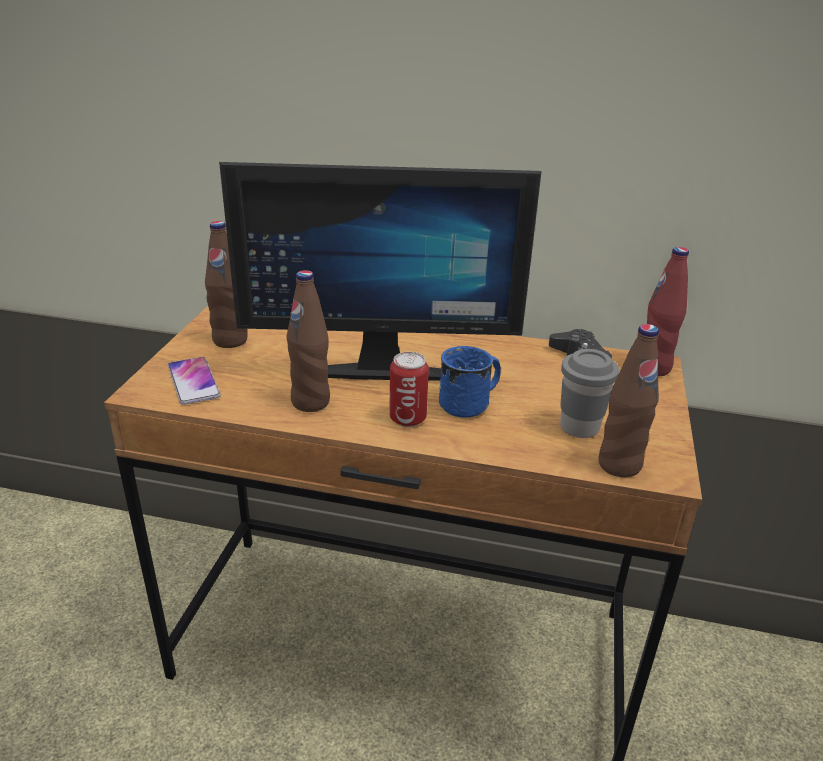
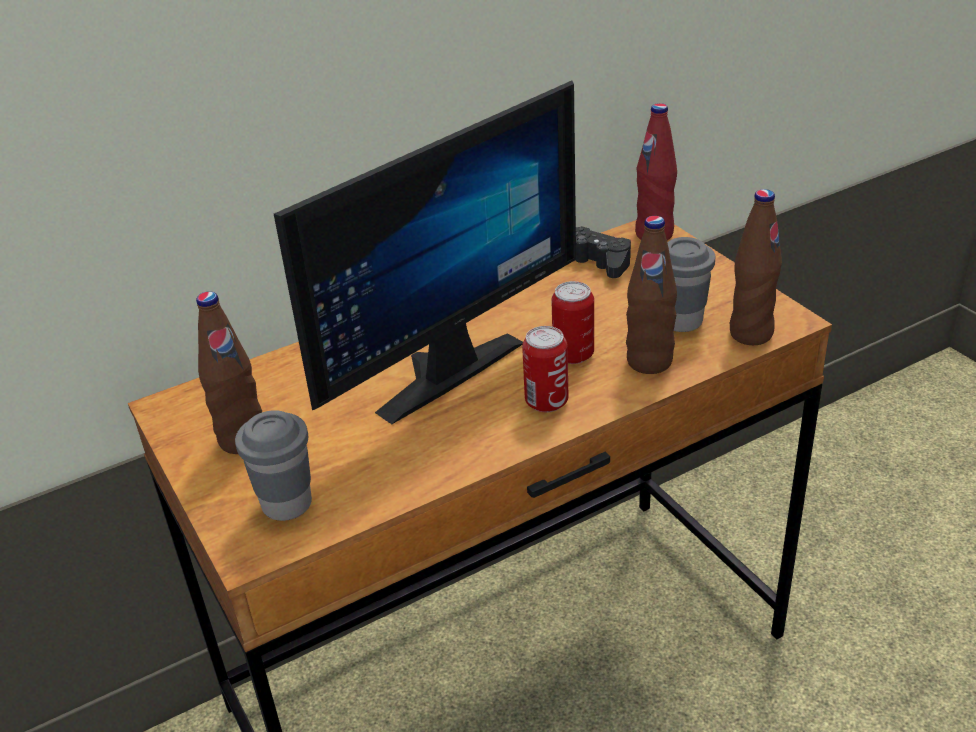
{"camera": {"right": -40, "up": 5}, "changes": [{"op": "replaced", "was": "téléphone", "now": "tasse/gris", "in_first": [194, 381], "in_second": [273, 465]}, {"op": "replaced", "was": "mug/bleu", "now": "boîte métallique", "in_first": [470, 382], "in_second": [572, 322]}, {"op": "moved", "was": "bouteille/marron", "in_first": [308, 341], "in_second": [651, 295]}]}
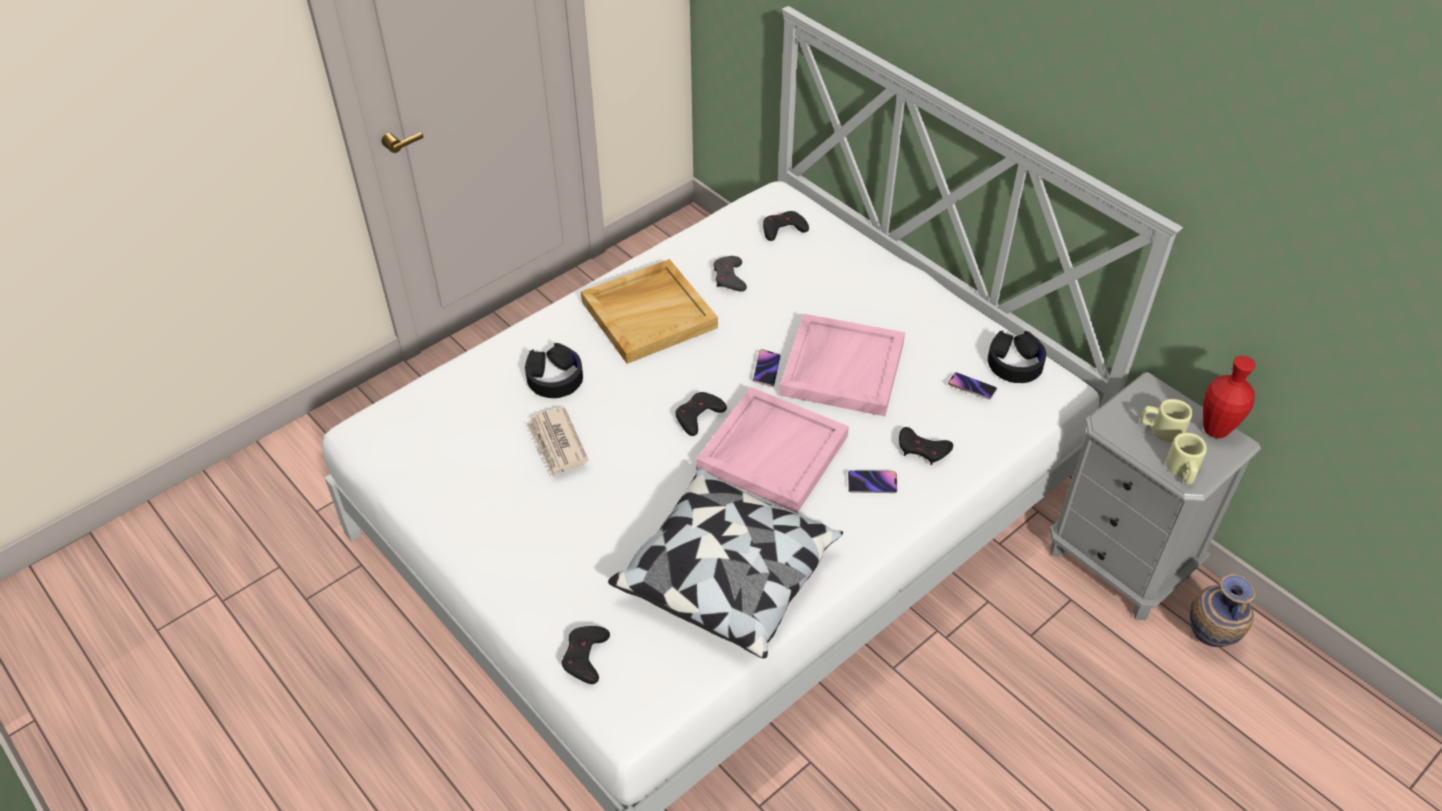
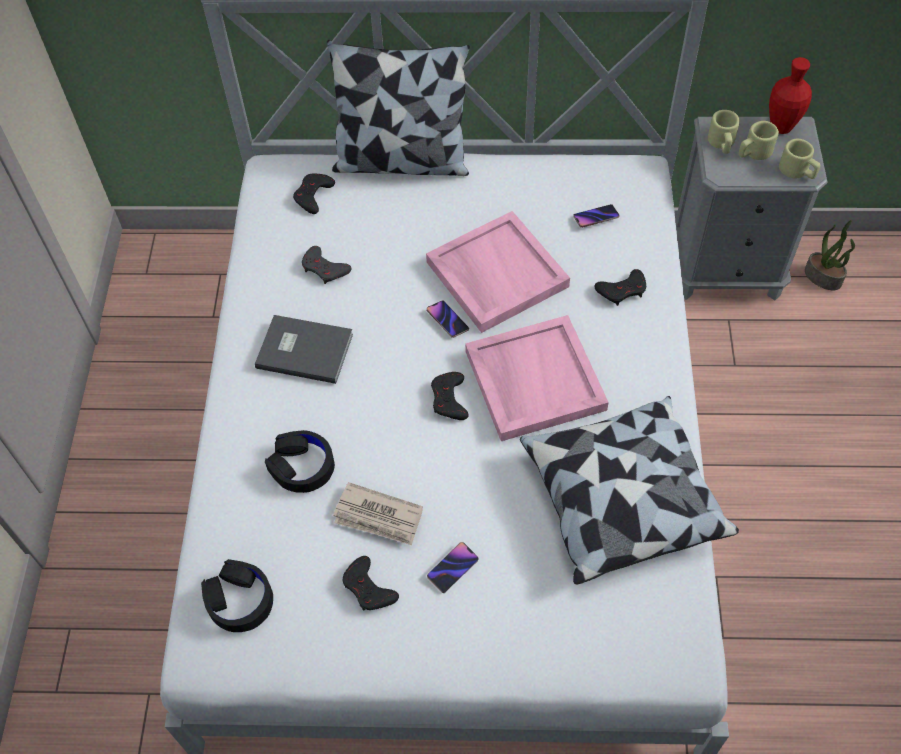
{"camera": {"right": -45, "up": 10}, "changes": [{"op": "moved", "was": "casque audio/noir", "in_first": [1017, 356], "in_second": [237, 595]}, {"op": "replaced", "was": "plateau/beige", "now": "livre/gris", "in_first": [649, 311], "in_second": [304, 349]}, {"op": "added", "now": "coussin", "in_second": [398, 108]}, {"op": "moved", "was": "manette/noir", "in_first": [586, 655], "in_second": [370, 583]}, {"op": "moved", "was": "téléphone", "in_first": [872, 481], "in_second": [453, 567]}, {"op": "added", "now": "mug/beige", "in_second": [724, 132]}, {"op": "replaced", "was": "vase", "now": "plante en pot", "in_first": [1223, 610], "in_second": [830, 255]}]}
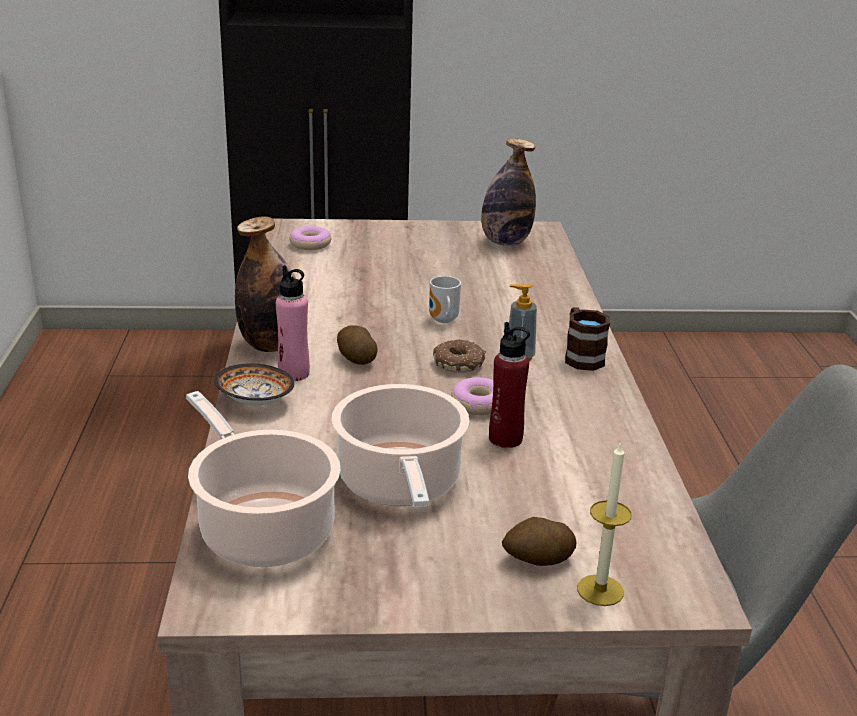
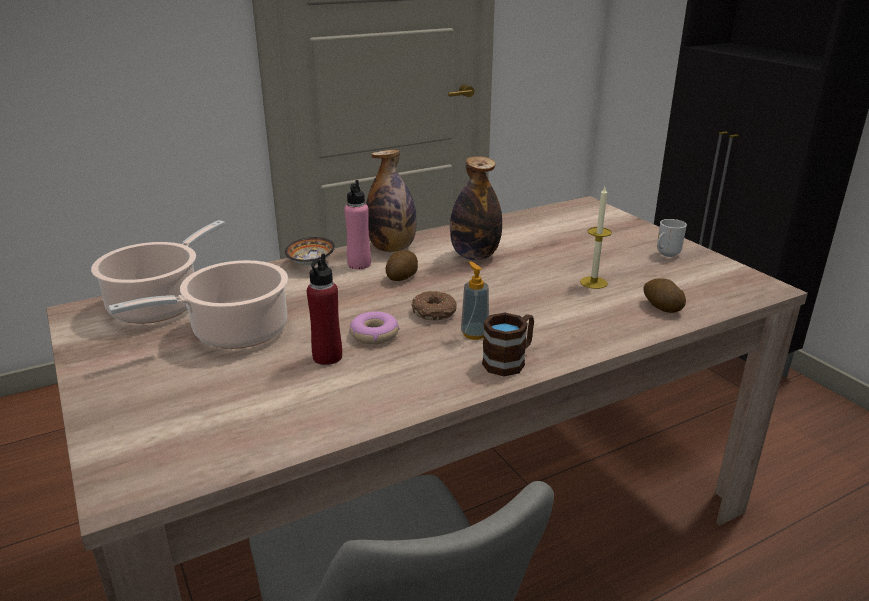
{"camera": {"right": 65, "up": 0}, "changes": [{"op": "moved", "was": "bouteille", "in_first": [508, 192], "in_second": [476, 208]}, {"op": "moved", "was": "bougie", "in_first": [604, 523], "in_second": [596, 238]}, {"op": "moved", "was": "pomme de terre", "in_first": [539, 541], "in_second": [665, 296]}, {"op": "moved", "was": "mug", "in_first": [445, 299], "in_second": [672, 238]}, {"op": "removed", "was": "beignet", "in_first": [310, 238]}]}
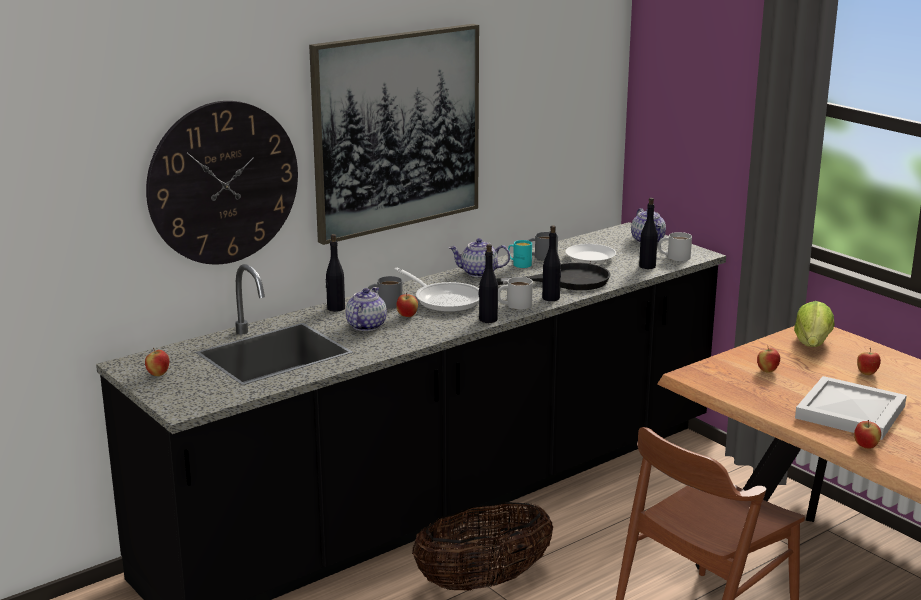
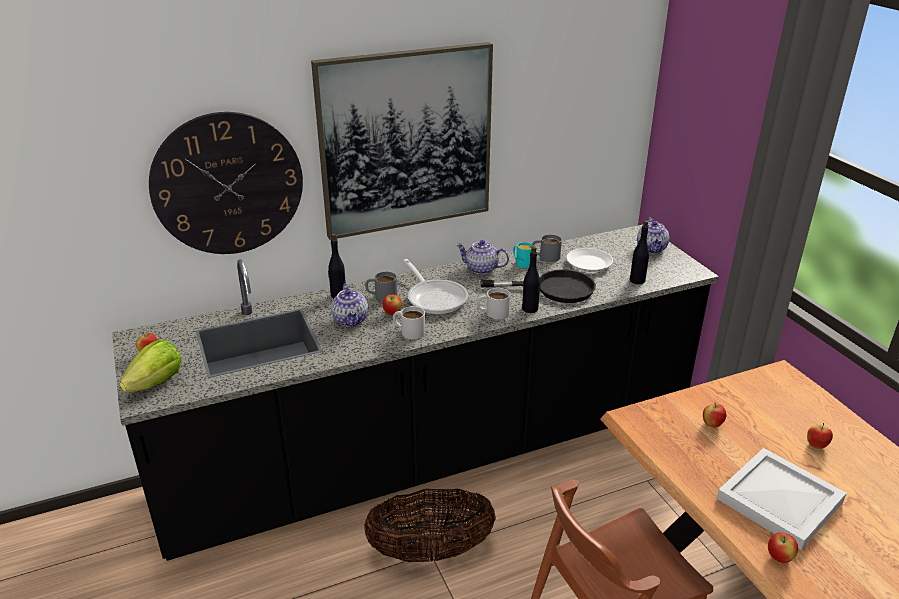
{"camera": {"right": 15, "up": 10}, "changes": [{"op": "moved", "was": "laitue", "in_first": [814, 324], "in_second": [150, 366]}, {"op": "turned", "was": "théière", "in_first": [366, 309], "in_second": [349, 305], "clockwise": 135}, {"op": "moved", "was": "mug/blanc", "in_first": [675, 246], "in_second": [409, 322]}, {"op": "removed", "was": "bouteille/noir", "in_first": [488, 283]}]}
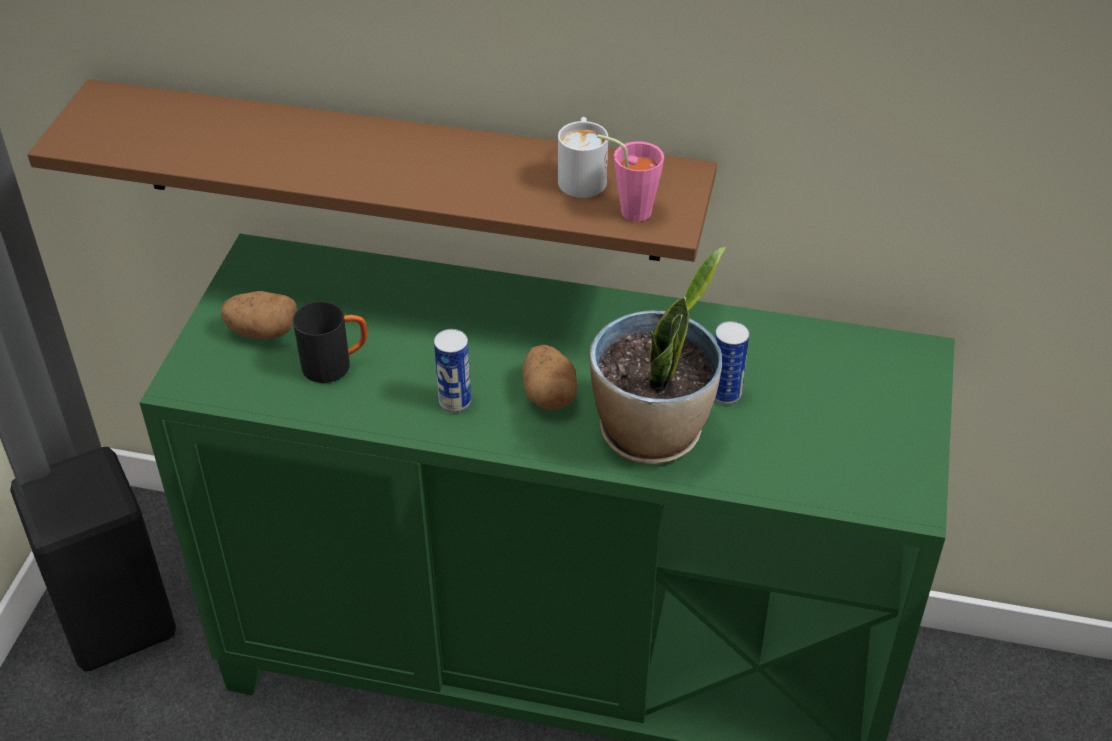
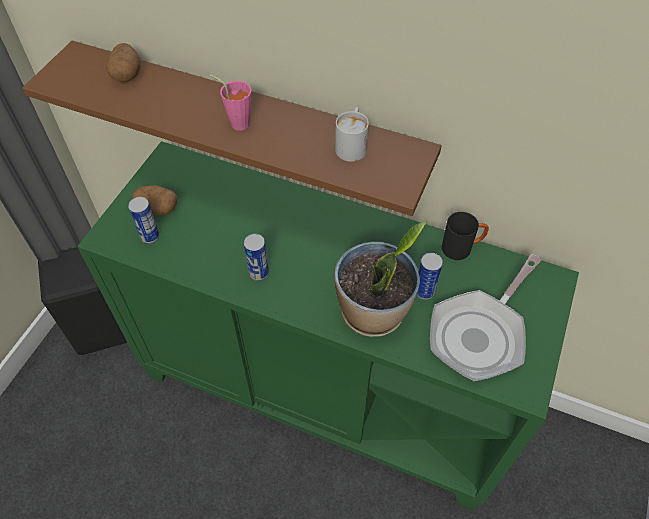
{"camera": {"right": 10, "up": 10}, "changes": [{"op": "moved", "was": "pomme de terre", "in_first": [550, 377], "in_second": [123, 62]}, {"op": "added", "now": "boîte métallique", "in_second": [143, 220]}, {"op": "moved", "was": "tasse/rose", "in_first": [630, 178], "in_second": [231, 102]}, {"op": "added", "now": "poêle", "in_second": [486, 317]}, {"op": "moved", "was": "mug/noir", "in_first": [330, 342], "in_second": [465, 236]}]}
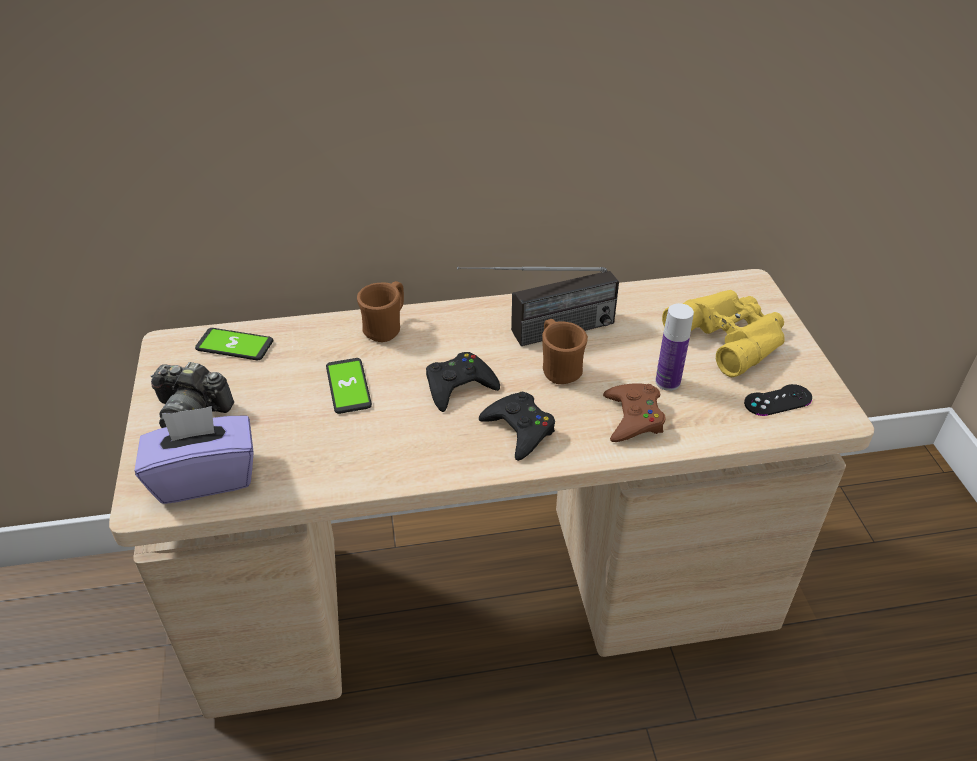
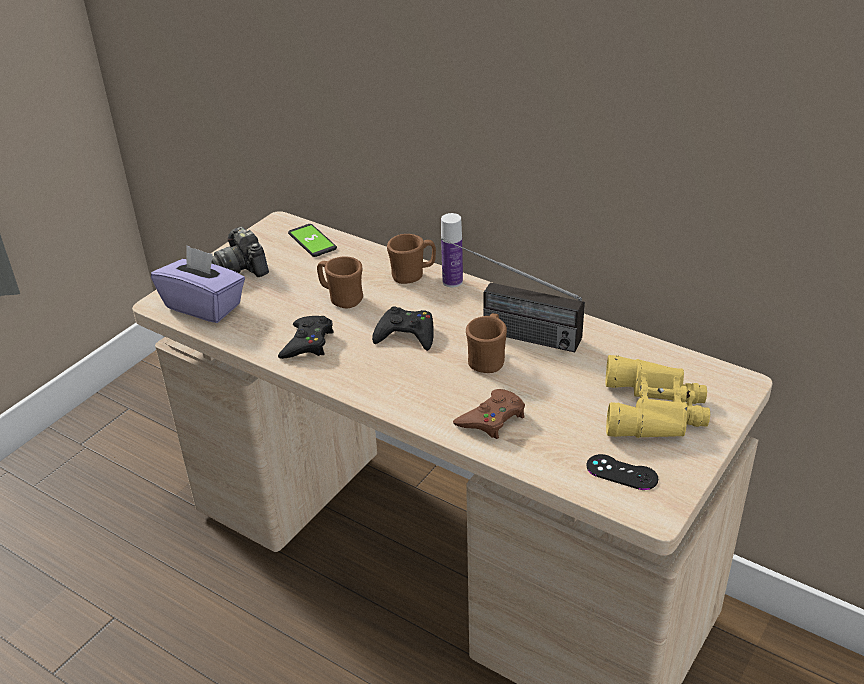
{"camera": {"right": 45, "up": -5}, "changes": [{"op": "moved", "was": "manette/noir", "in_first": [517, 426], "in_second": [306, 337]}, {"op": "replaced", "was": "téléphone", "now": "mug/marron", "in_first": [349, 386], "in_second": [340, 282]}, {"op": "moved", "was": "bouteille", "in_first": [674, 347], "in_second": [452, 250]}]}
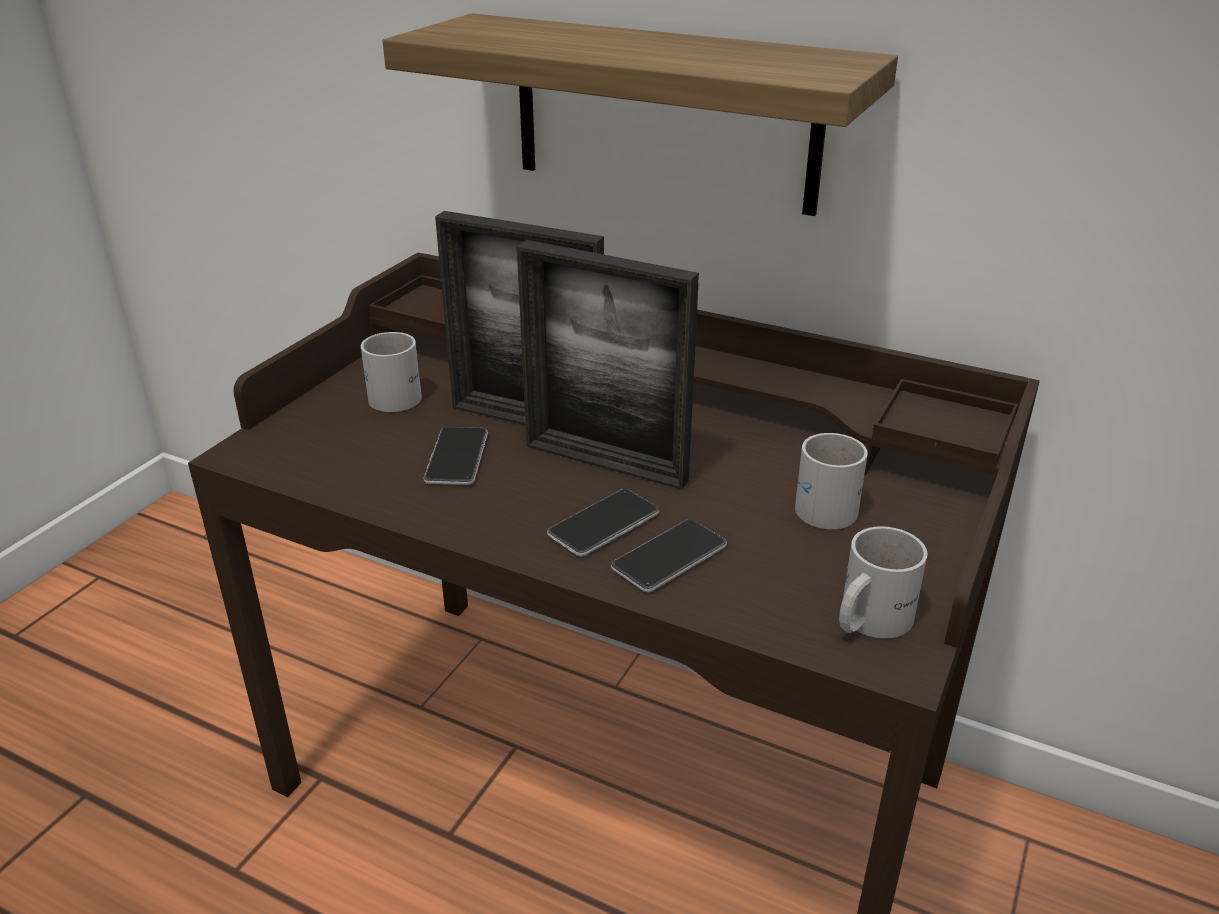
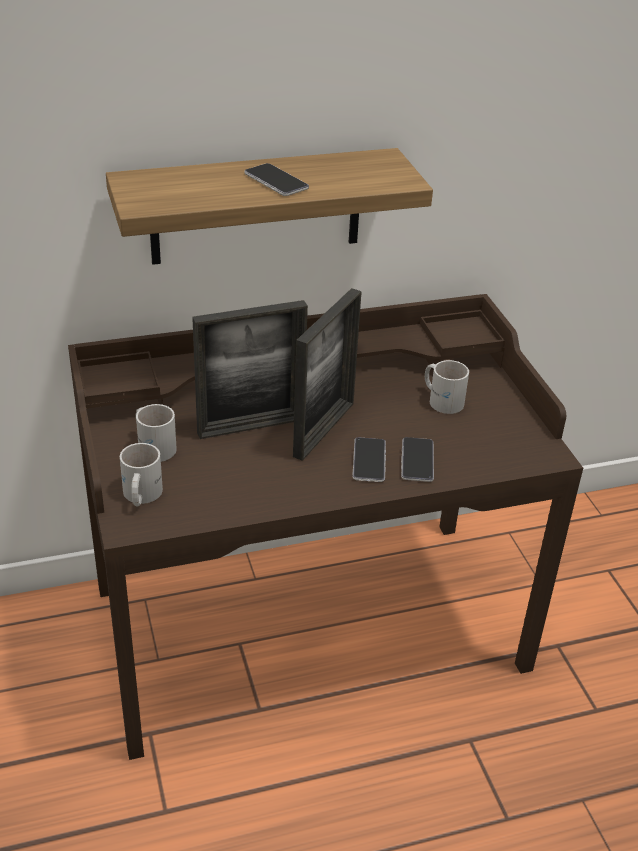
{"camera": {"right": -45, "up": 5}, "changes": [{"op": "moved", "was": "mug/blanc", "in_first": [883, 582], "in_second": [141, 474]}, {"op": "moved", "was": "téléphone", "in_first": [456, 456], "in_second": [276, 179]}, {"op": "turned", "was": "cadre photo", "in_first": [608, 365], "in_second": [327, 374], "clockwise": -45}]}
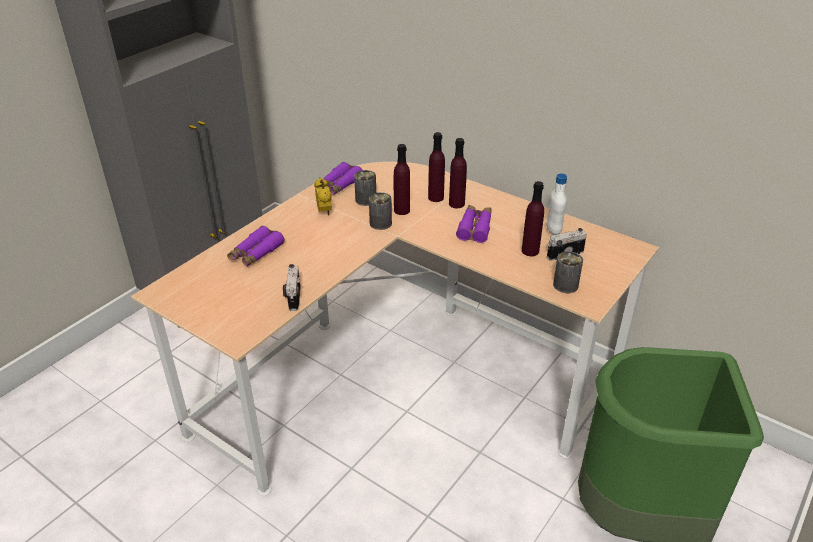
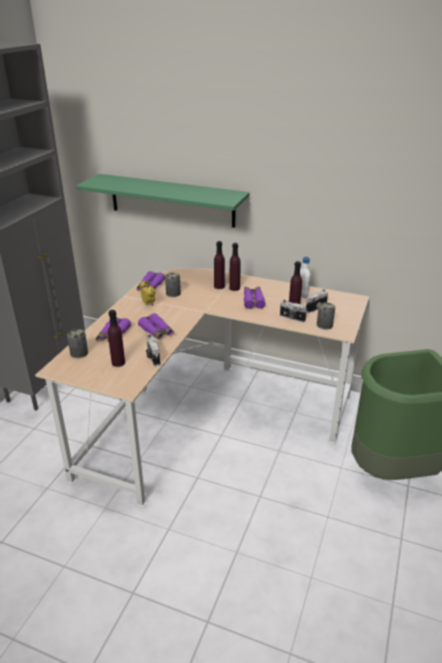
{"camera": {"right": -15, "up": -5}, "changes": [{"op": "moved", "was": "boîte métallique", "in_first": [380, 211], "in_second": [77, 343]}, {"op": "added", "now": "étagère/vert", "in_second": [163, 201]}, {"op": "moved", "was": "bouteille/violet", "in_first": [402, 179], "in_second": [116, 338]}, {"op": "added", "now": "jumelles/violet", "in_second": [156, 326]}, {"op": "added", "now": "appareil photo", "in_second": [293, 311]}]}
